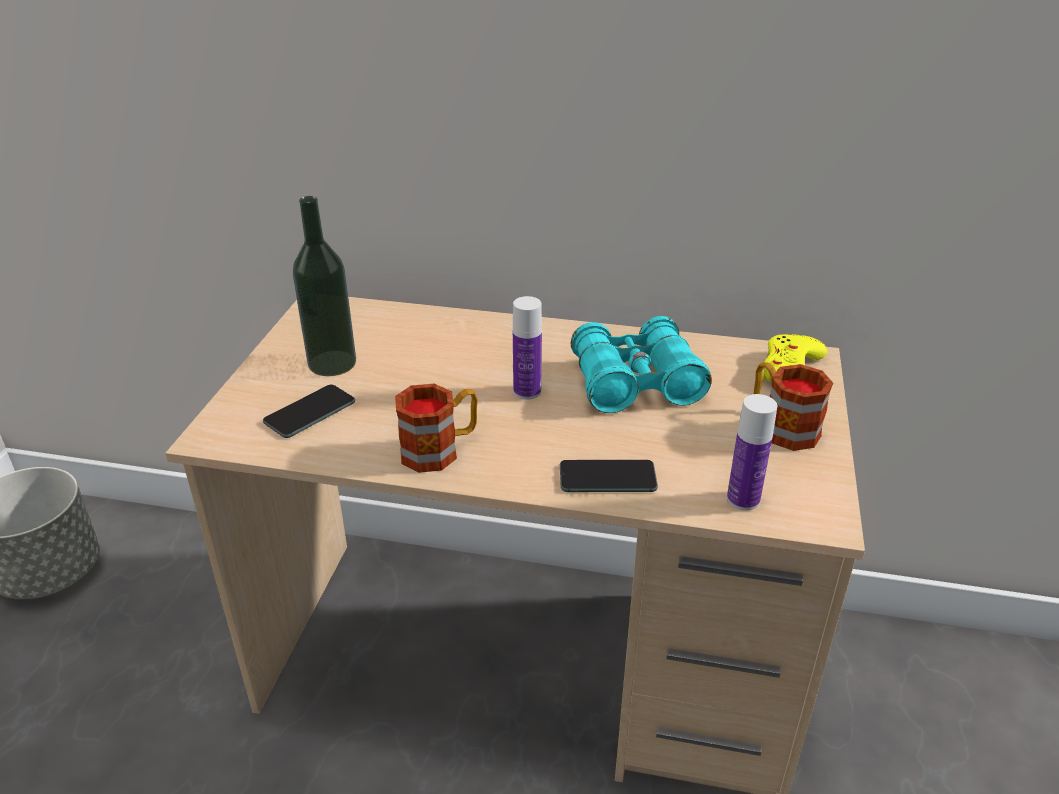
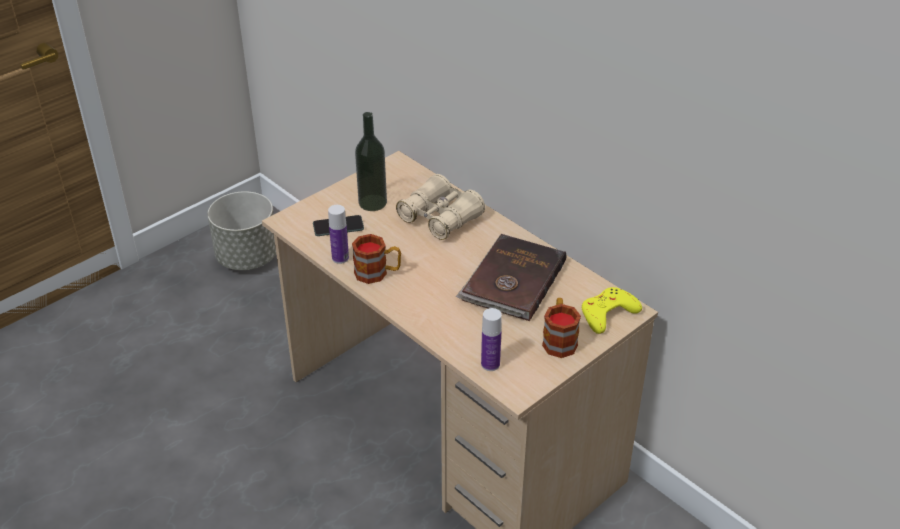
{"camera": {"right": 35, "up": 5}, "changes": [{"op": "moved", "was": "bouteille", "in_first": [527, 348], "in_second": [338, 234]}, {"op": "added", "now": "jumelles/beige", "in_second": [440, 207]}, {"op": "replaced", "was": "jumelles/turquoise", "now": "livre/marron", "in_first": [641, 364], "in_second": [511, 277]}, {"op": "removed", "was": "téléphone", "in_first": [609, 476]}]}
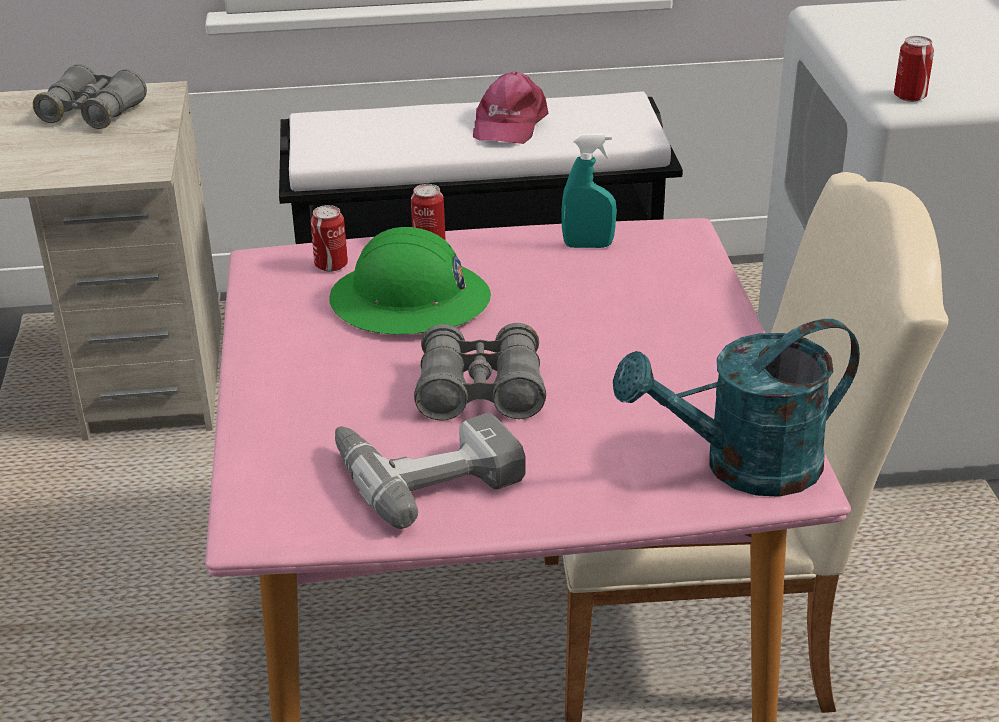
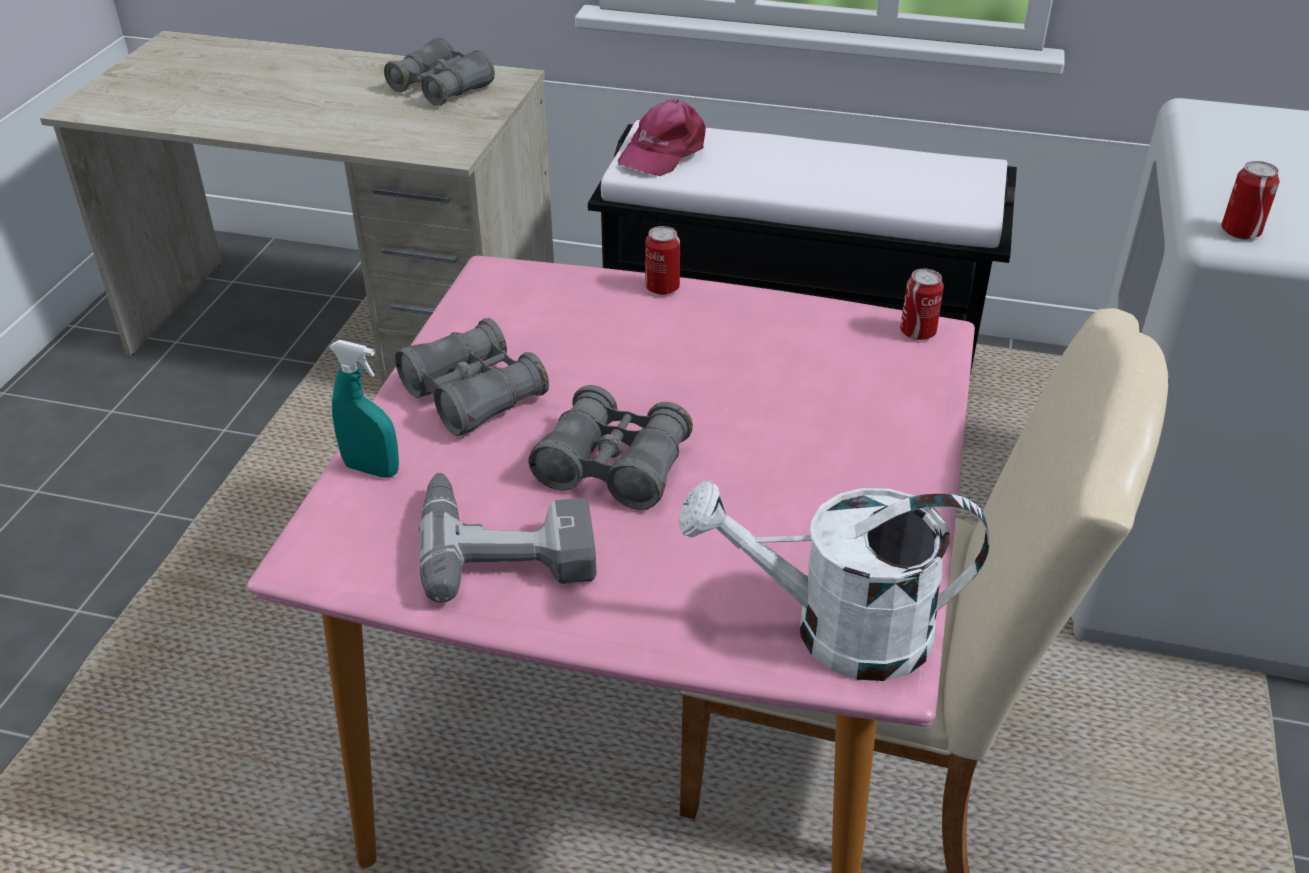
{"camera": {"right": 20, "up": 5}, "changes": [{"op": "moved", "was": "vaporisateur/turquoise", "in_first": [589, 190], "in_second": [364, 409]}, {"op": "added", "now": "jumelles/gris", "in_second": [472, 377]}, {"op": "moved", "was": "casquette/rose", "in_first": [510, 108], "in_second": [662, 137]}, {"op": "recoloured", "was": "arrosoir/turquoise", "now": "arrosoir/blanc", "in_first": [736, 408], "in_second": [834, 580]}, {"op": "moved", "was": "boîte métallique", "in_first": [329, 238], "in_second": [922, 304]}, {"op": "removed", "was": "casque de chantier/vert", "in_first": [410, 280]}]}
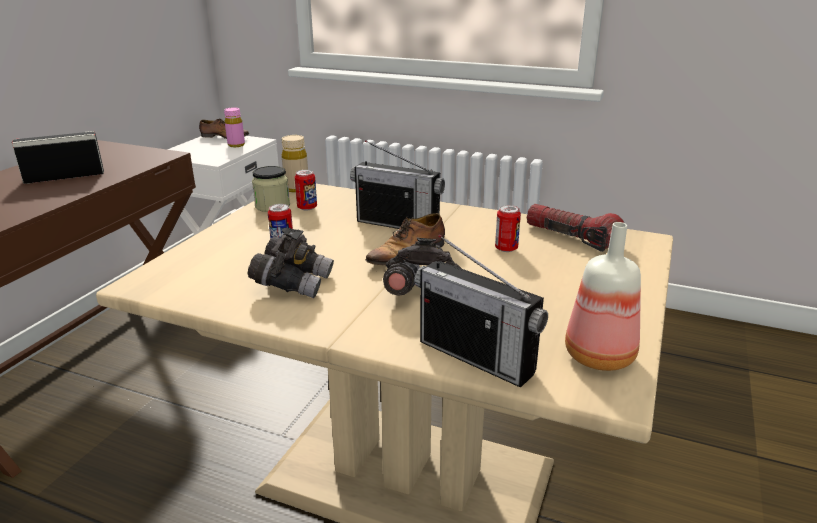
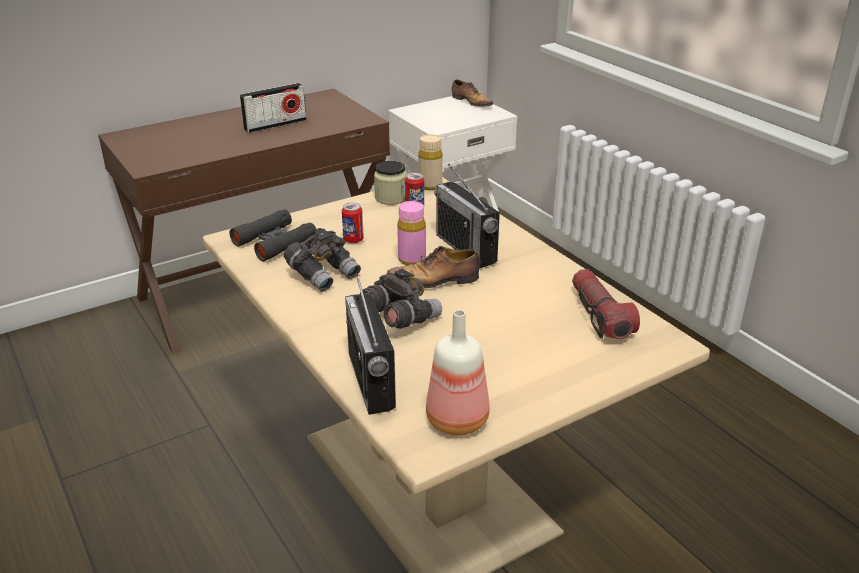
{"camera": {"right": 35, "up": 5}, "changes": [{"op": "added", "now": "jumelles/noir", "in_second": [272, 235]}, {"op": "turned", "was": "radio", "in_first": [58, 157], "in_second": [273, 108], "clockwise": 135}, {"op": "moved", "was": "bouteille/rose", "in_first": [234, 127], "in_second": [411, 233]}, {"op": "removed", "was": "boîte métallique", "in_first": [508, 228]}]}
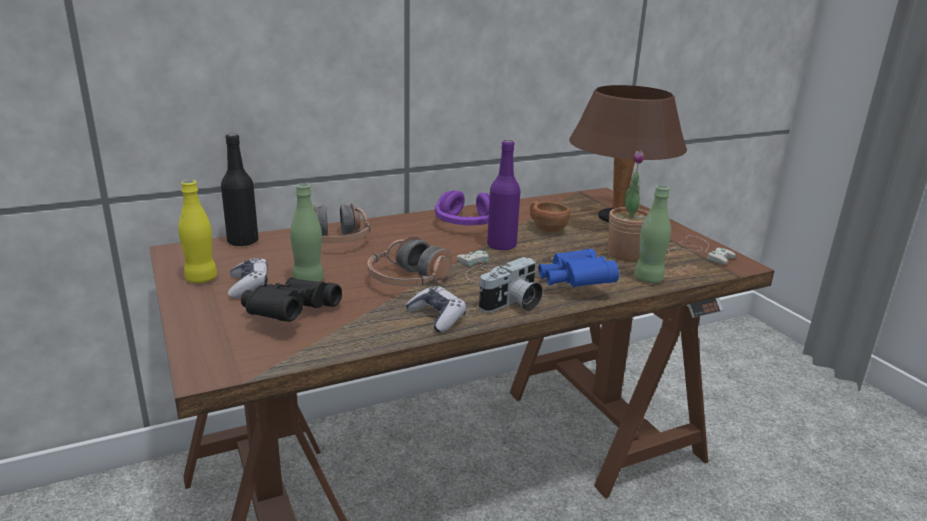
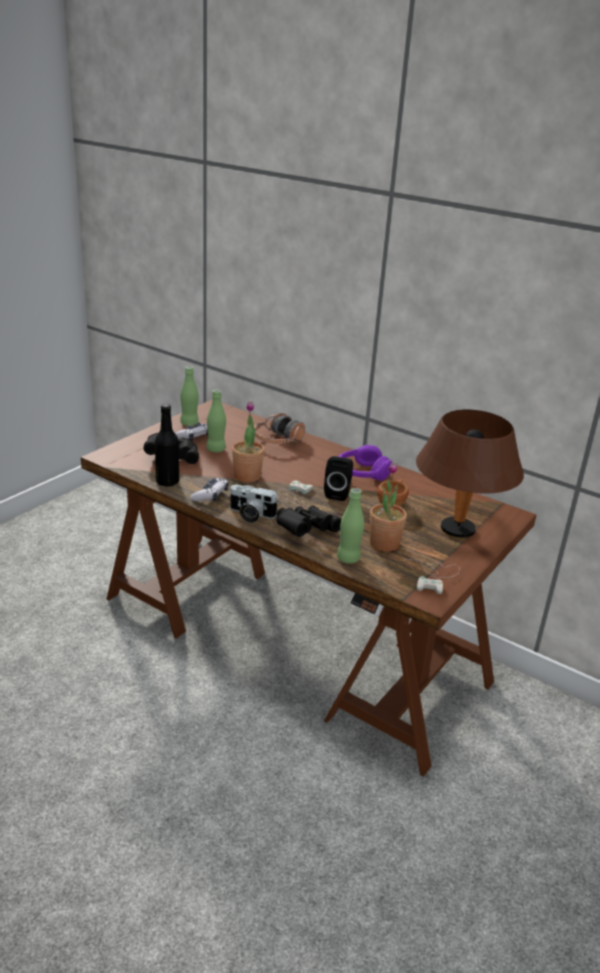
{"camera": {"right": 60, "up": 5}, "changes": [{"op": "moved", "was": "bouteille/noir", "in_first": [239, 190], "in_second": [167, 445]}, {"op": "recoloured", "was": "bouteille/jaune", "now": "bouteille/vert", "in_first": [197, 231], "in_second": [189, 396]}, {"op": "replaced", "was": "casque audio", "now": "plante en pot", "in_first": [409, 261], "in_second": [248, 441]}, {"op": "recoloured", "was": "jumelles/bleu", "now": "jumelles/noir", "in_first": [578, 268], "in_second": [308, 521]}, {"op": "replaced", "was": "bouteille/violet", "now": "enceinte/noir", "in_first": [504, 195], "in_second": [338, 478]}]}
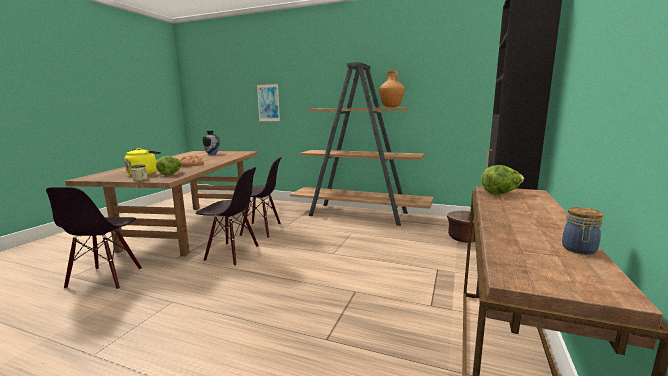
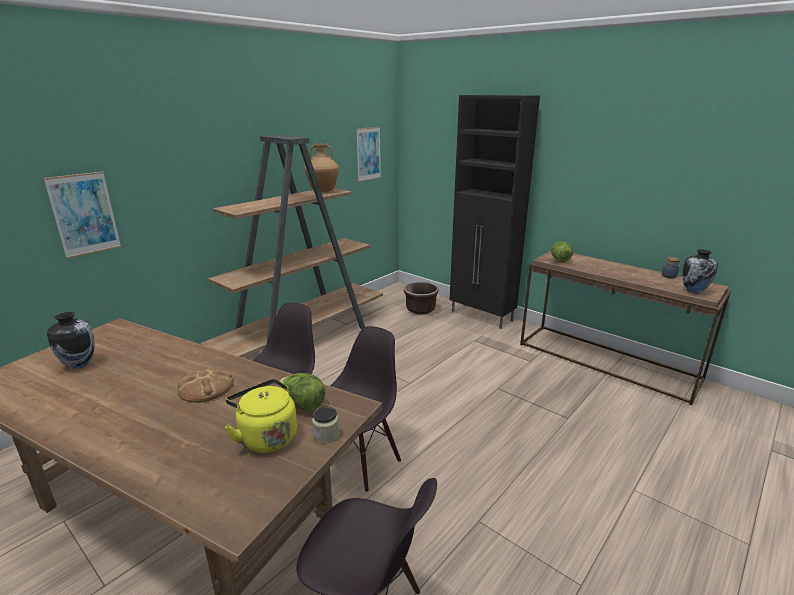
{"camera": {"right": -70, "up": 10}, "changes": [{"op": "added", "now": "tableau", "in_second": [368, 154]}, {"op": "added", "now": "vase", "in_second": [700, 271]}]}
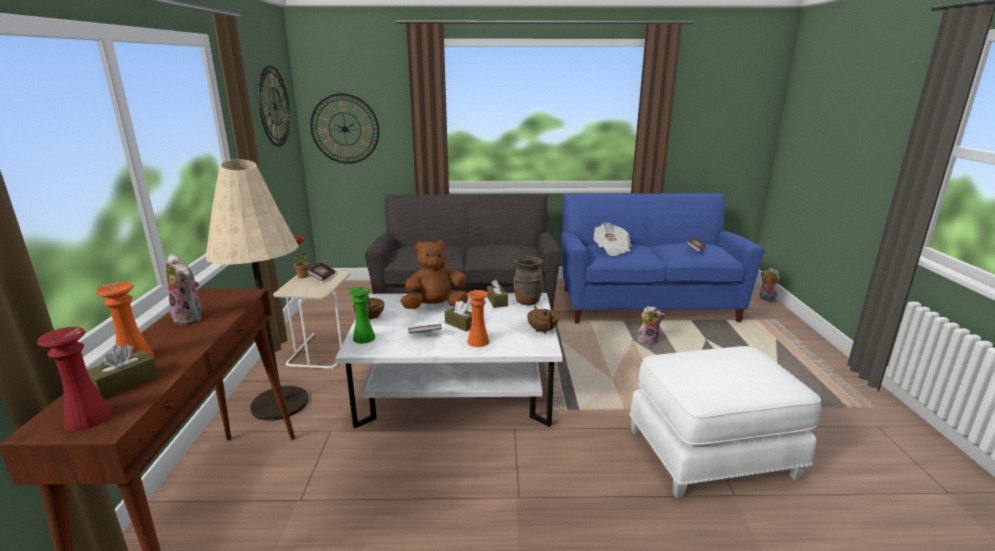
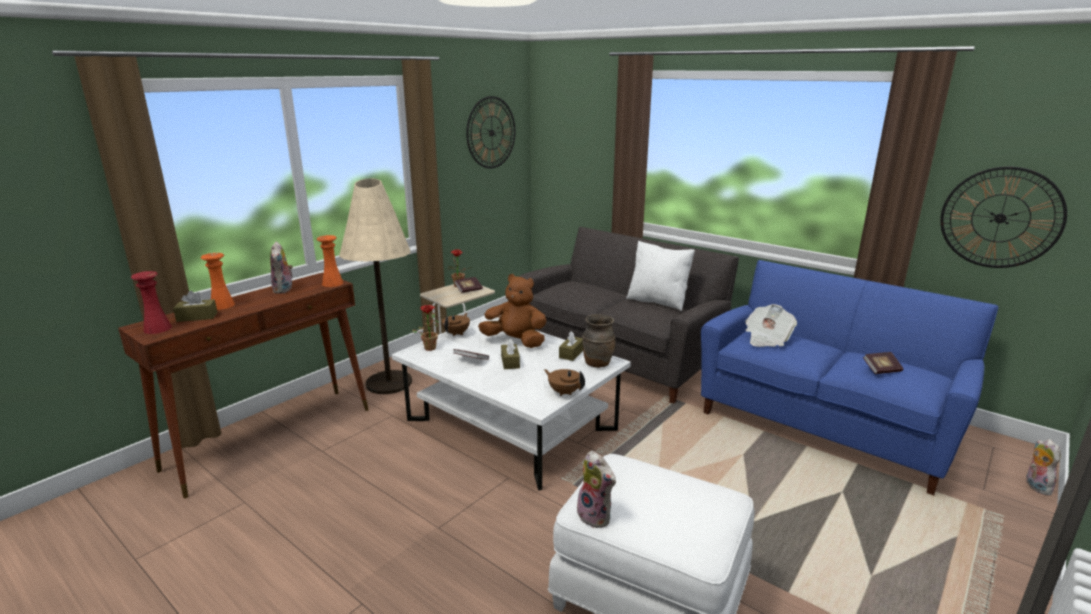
{"camera": {"right": 40, "up": 0}, "changes": [{"op": "moved", "was": "vase/orange", "in_first": [478, 318], "in_second": [330, 261]}, {"op": "replaced", "was": "vase/vert", "now": "plante en pot", "in_first": [362, 315], "in_second": [425, 328]}, {"op": "turned", "was": "théière/marron", "in_first": [543, 320], "in_second": [564, 382], "clockwise": -75}, {"op": "moved", "was": "peluche", "in_first": [650, 325], "in_second": [596, 489]}, {"op": "added", "now": "coussin/blanc", "in_second": [660, 276]}, {"op": "moved", "was": "horloge murale", "in_first": [344, 128], "in_second": [1003, 217]}]}
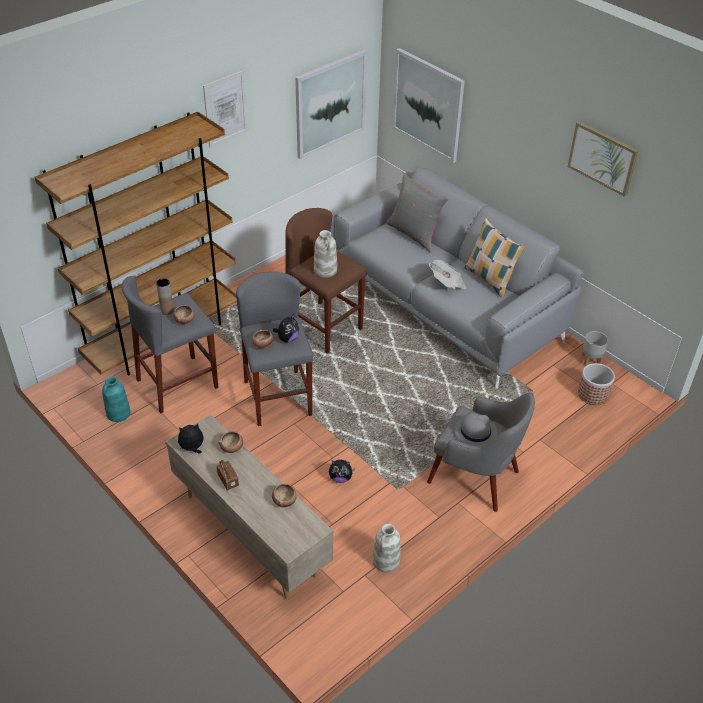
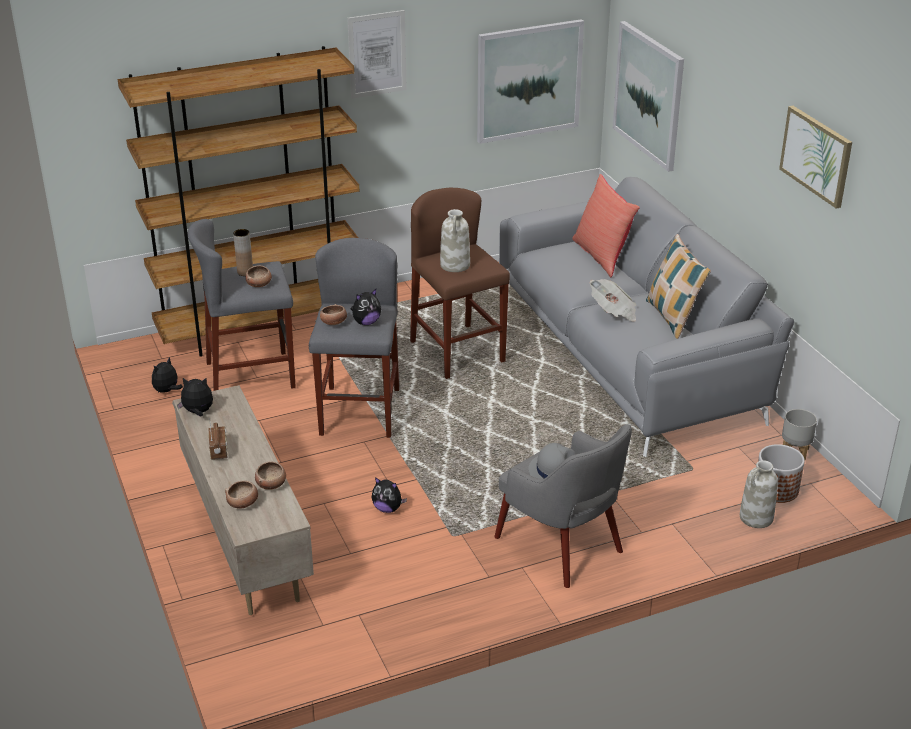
{"camera": {"right": 20, "up": -10}, "changes": [{"op": "replaced", "was": "vase/turquoise", "now": "peluche", "in_first": [116, 399], "in_second": [167, 375]}, {"op": "moved", "was": "bol", "in_first": [231, 442], "in_second": [241, 495]}, {"op": "recoloured", "was": "coussin/gris", "now": "coussin/rouge", "in_first": [417, 212], "in_second": [606, 225]}, {"op": "moved", "was": "vase/blanc", "in_first": [387, 548], "in_second": [759, 494]}]}
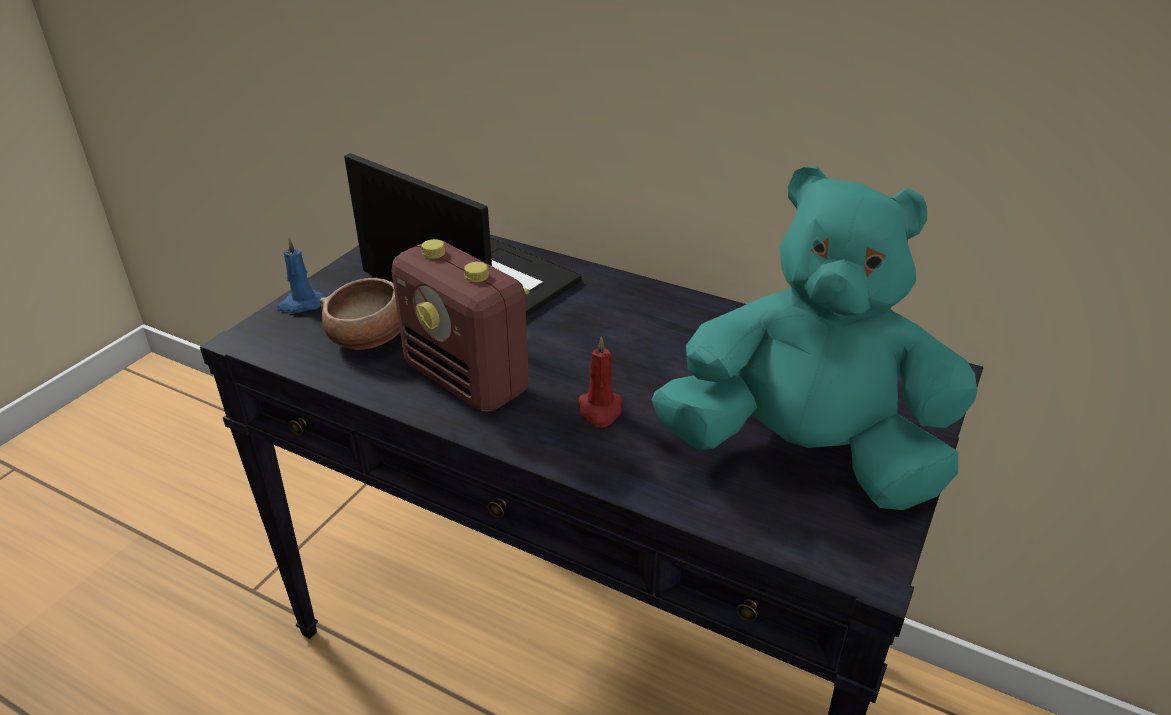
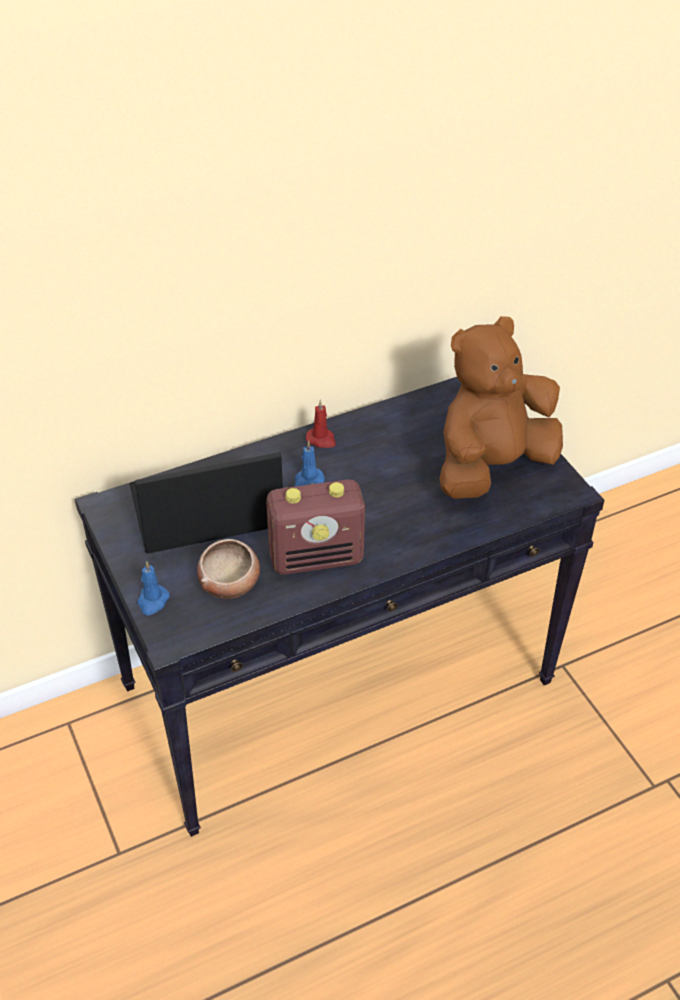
{"camera": {"right": -55, "up": 10}, "changes": [{"op": "added", "now": "bougie/bleu", "in_second": [310, 463]}, {"op": "moved", "was": "bougie/rouge", "in_first": [600, 381], "in_second": [321, 424]}, {"op": "recoloured", "was": "peluche/turquoise", "now": "peluche/marron", "in_first": [814, 338], "in_second": [501, 407]}]}
